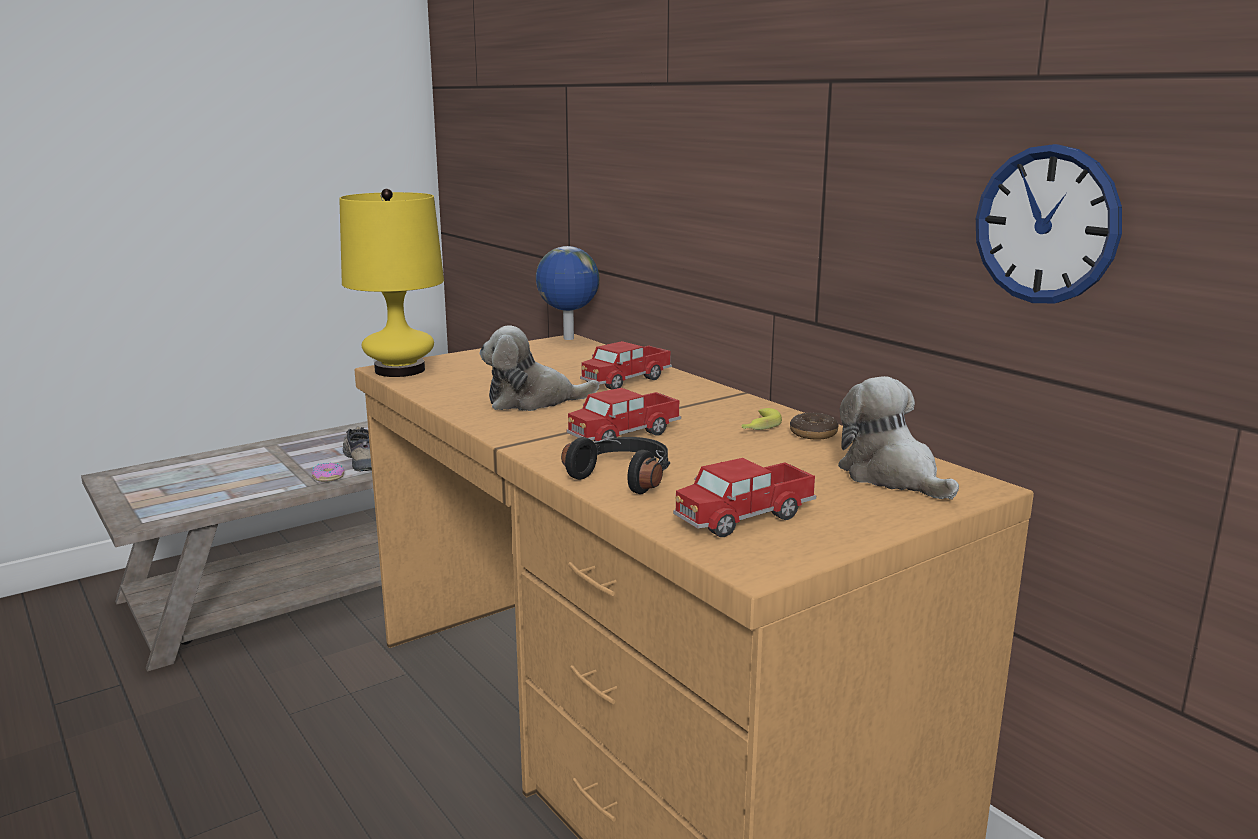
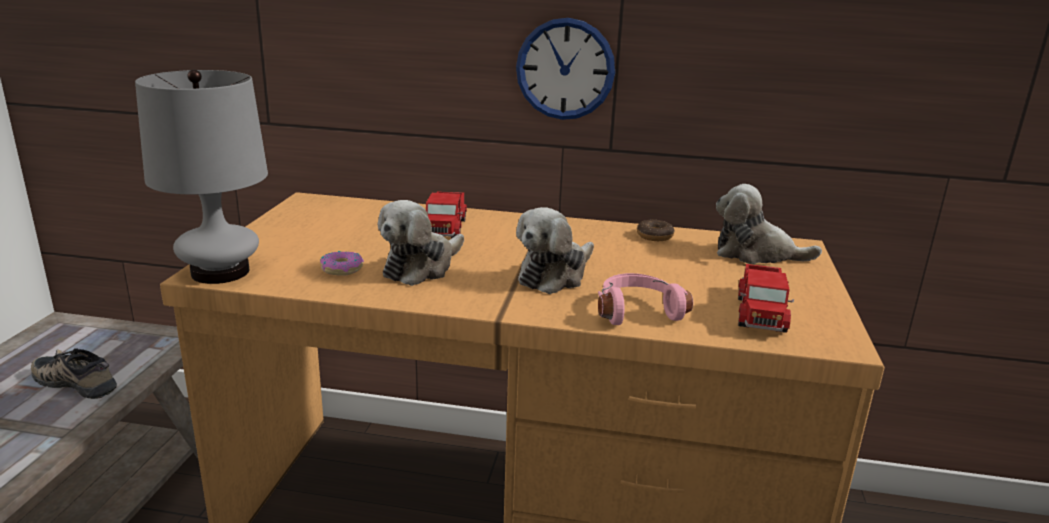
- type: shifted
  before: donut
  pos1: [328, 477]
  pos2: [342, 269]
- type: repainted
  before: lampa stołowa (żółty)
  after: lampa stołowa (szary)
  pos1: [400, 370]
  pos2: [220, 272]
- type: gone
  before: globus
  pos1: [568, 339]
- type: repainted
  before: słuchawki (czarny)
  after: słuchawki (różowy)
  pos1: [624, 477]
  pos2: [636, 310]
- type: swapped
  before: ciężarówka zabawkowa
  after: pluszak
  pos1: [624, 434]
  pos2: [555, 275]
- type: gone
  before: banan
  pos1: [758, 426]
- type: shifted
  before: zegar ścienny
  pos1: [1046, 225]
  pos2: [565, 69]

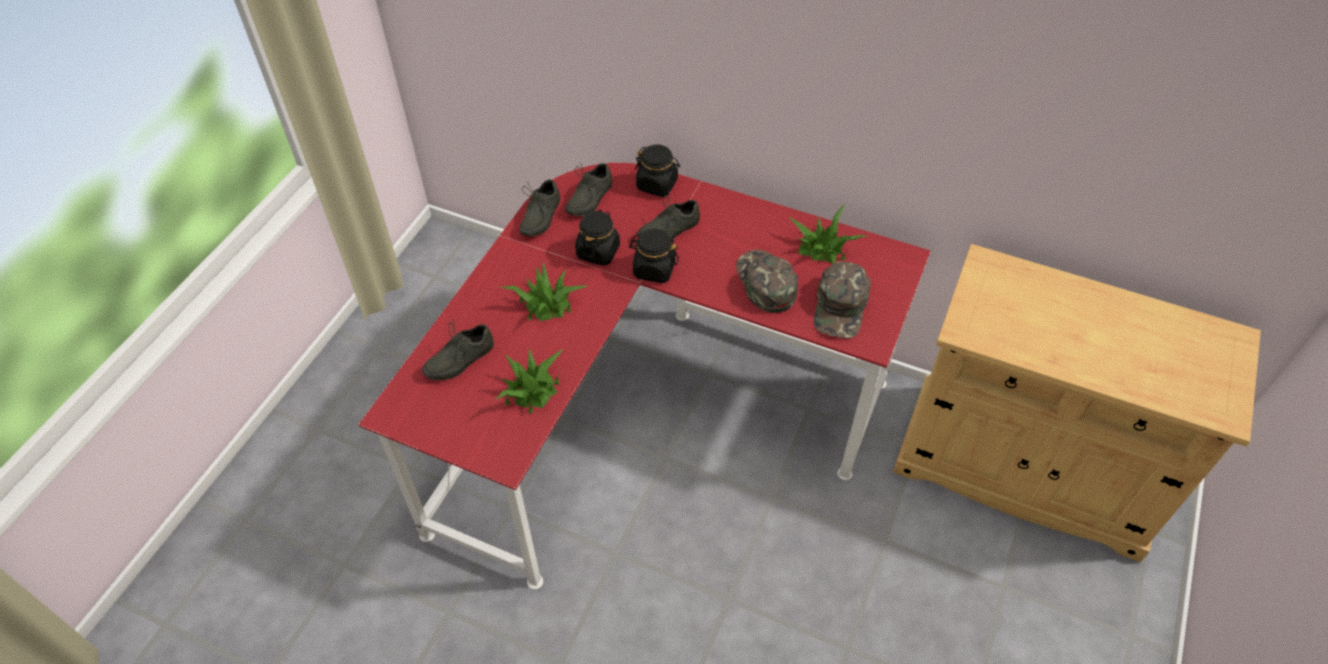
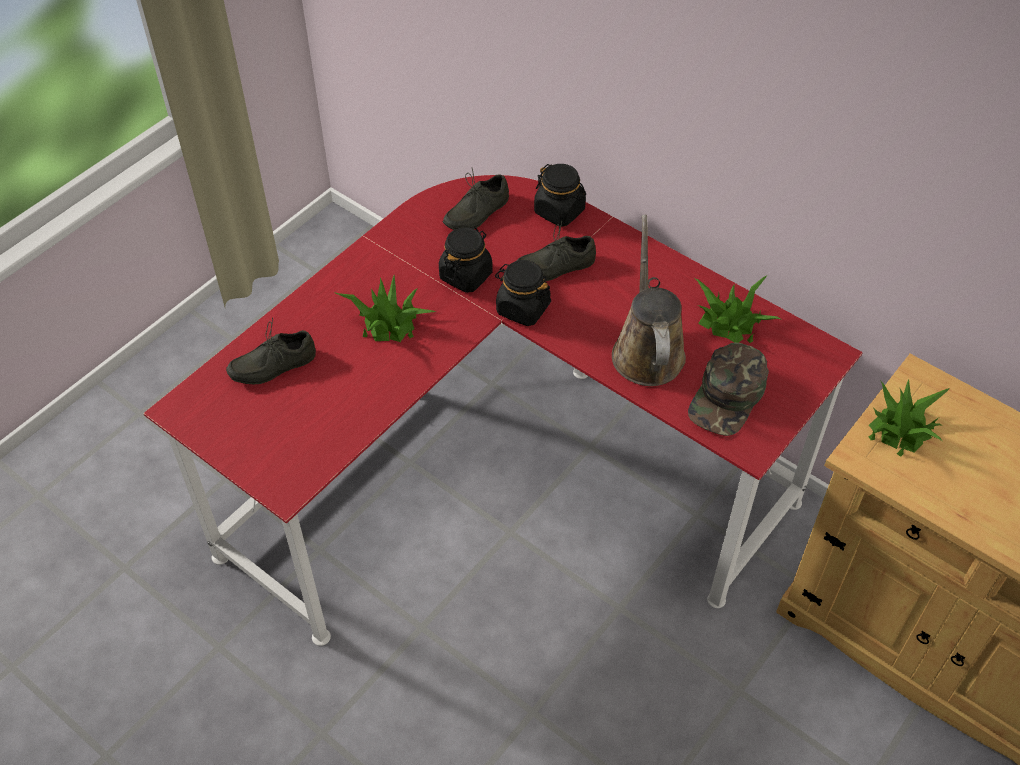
- type: shifted
  before: roślina doniczkowa
  pos1: [531, 390]
  pos2: [900, 429]
- type: gone
  before: but (szary)
  pos1: [538, 216]
- type: swapped
  before: czapka z daszkiem (zielony)
  after: konewka (brązowy)
  pos1: [765, 283]
  pos2: [647, 350]

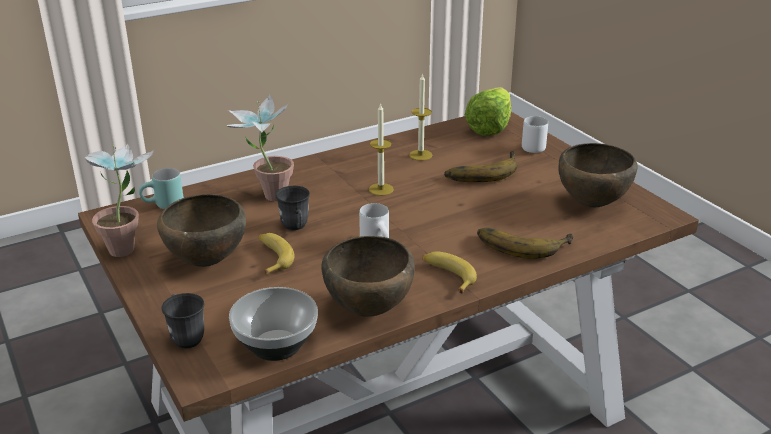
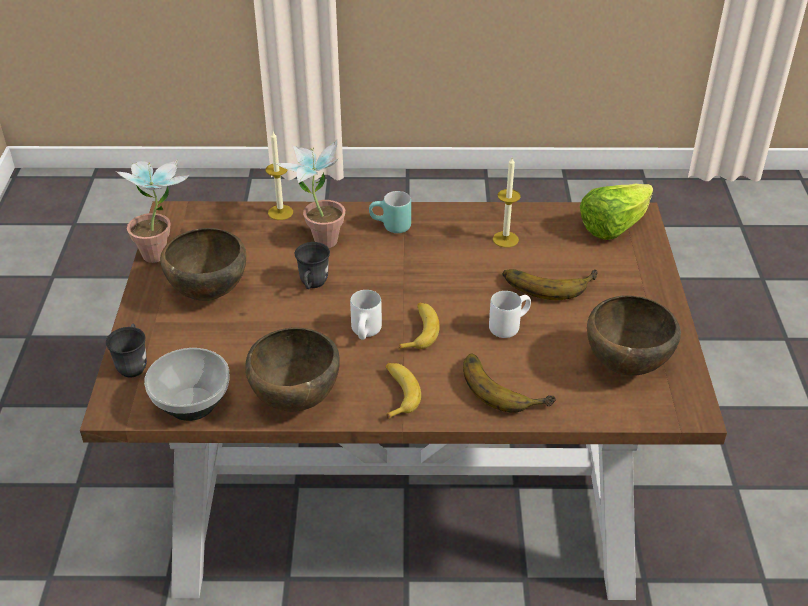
- type: shifted
  before: kubek (turkusowy)
  pos1: [164, 206]
  pos2: [390, 227]
- type: shifted
  before: banan
  pos1: [272, 257]
  pos2: [419, 331]
- type: shifted
  before: świeca
  pos1: [381, 189]
  pos2: [280, 212]
- type: shifted
  before: kubek (biały)
  pos1: [533, 146]
  pos2: [508, 325]

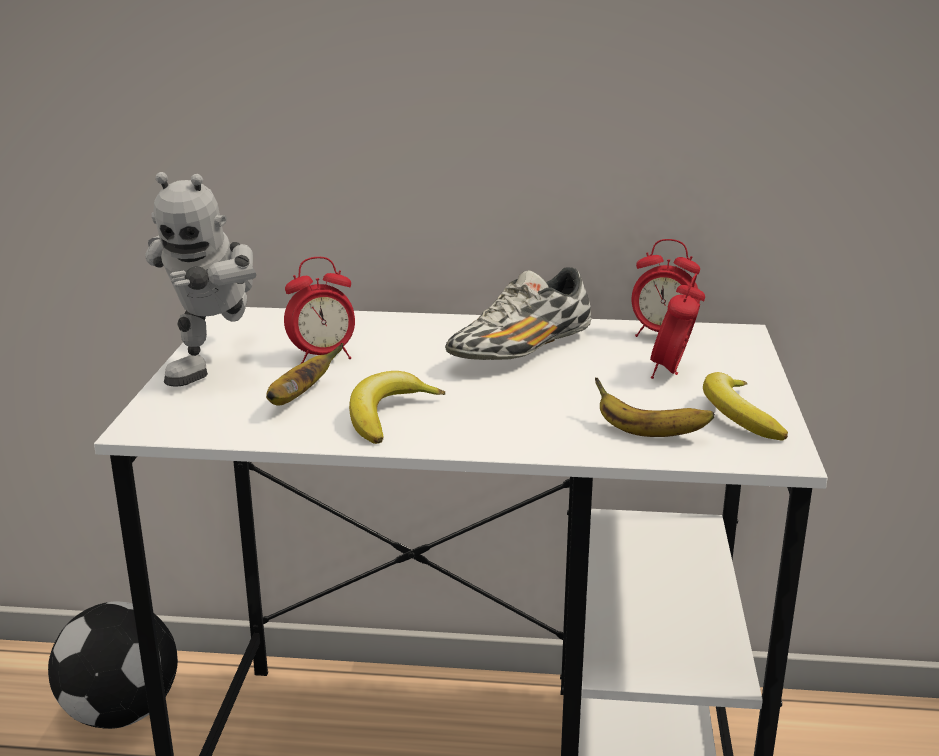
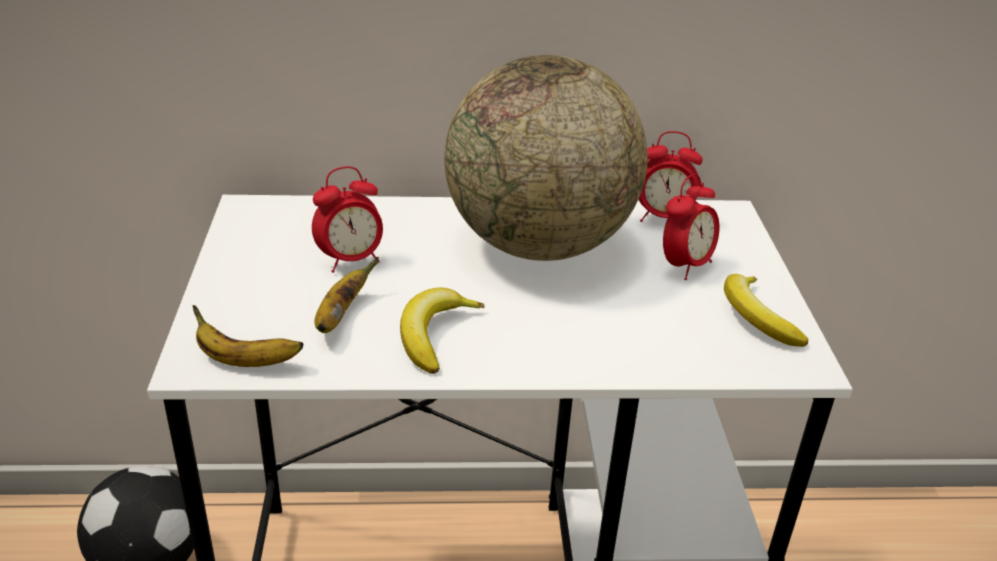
- type: gone
  before: robot zabawkowy
  pos1: [218, 368]
- type: swapped
  before: but
  after: globus
  pos1: [521, 351]
  pos2: [539, 244]
- type: shifted
  before: banan
  pos1: [648, 433]
  pos2: [244, 361]
- type: rotated
  before: budzik
  pos1: [673, 373]
  pos2: [685, 266]
  turn: -150

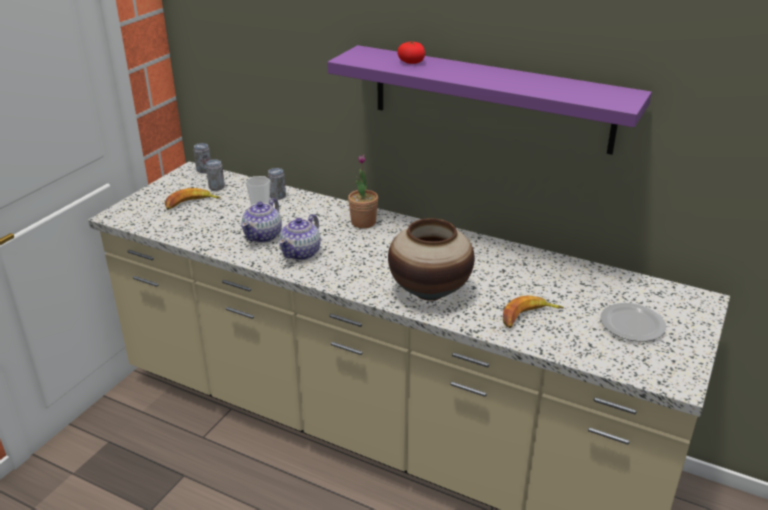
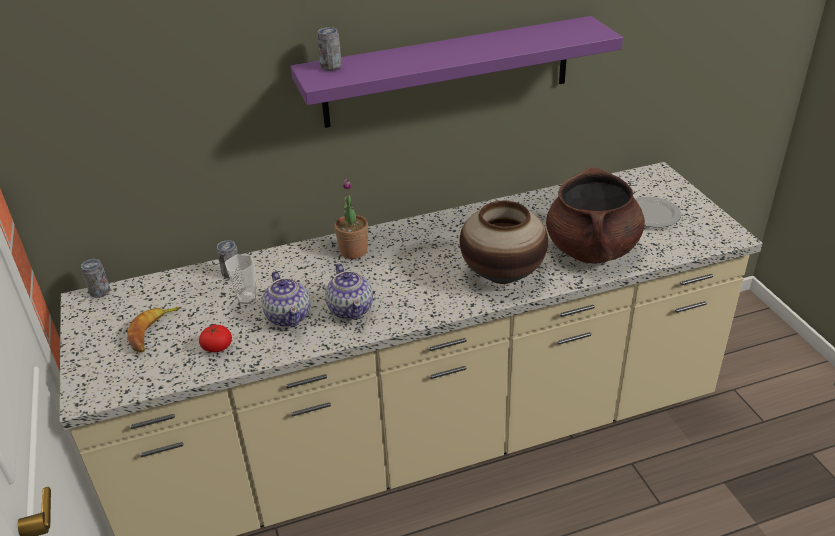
- type: shifted
  before: puszka
  pos1: [216, 187]
  pos2: [331, 67]
- type: shifted
  before: pomidor
  pos1: [411, 62]
  pos2: [217, 347]
- type: swapped
  before: banan
  after: garnek (brązowy)
  pos1: [528, 317]
  pos2: [591, 249]

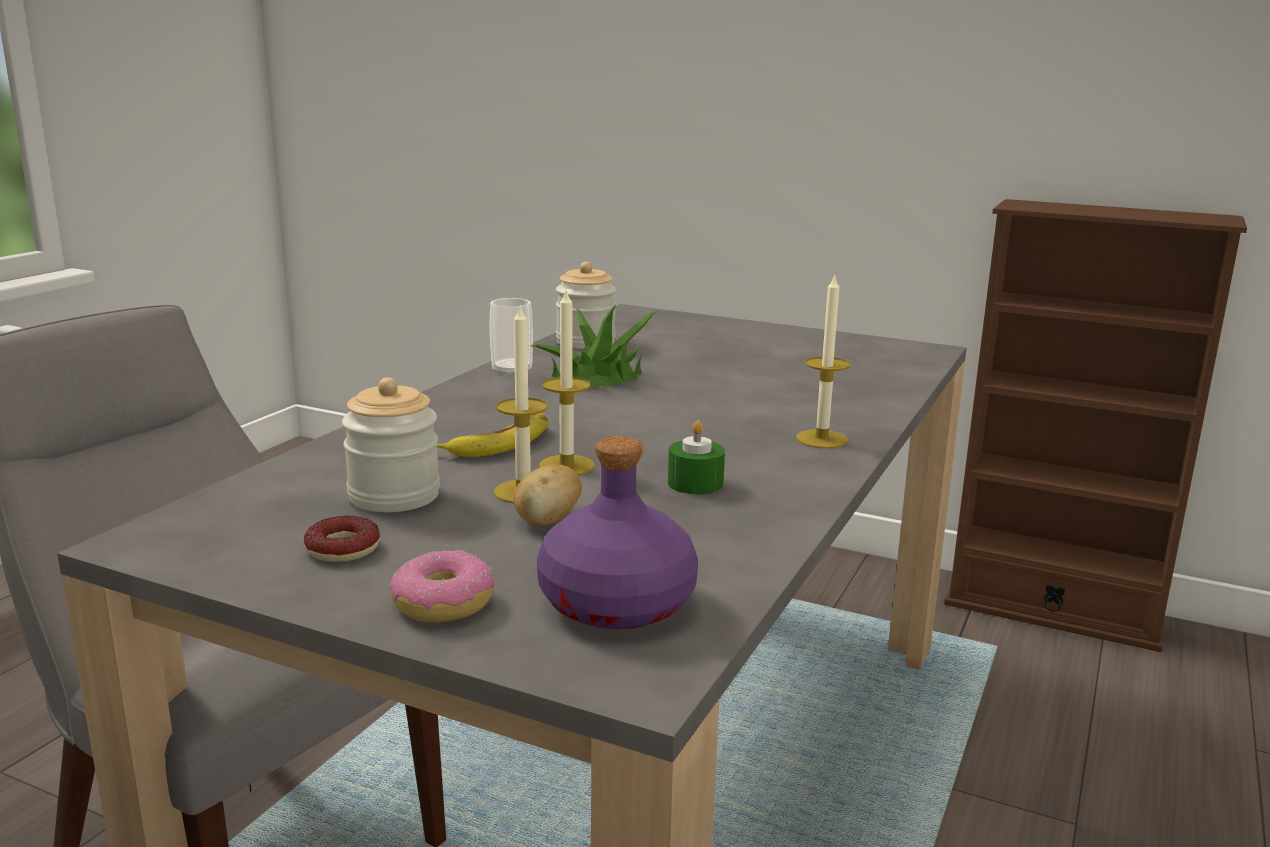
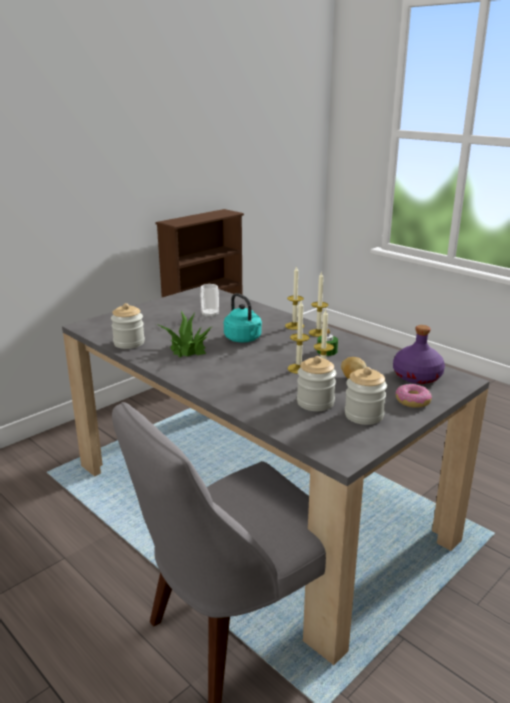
- type: swapped
  before: donut
  after: słoik
  pos1: [343, 548]
  pos2: [364, 415]
- type: gone
  before: banan
  pos1: [500, 442]
- type: shifted
  before: filiżanka
  pos1: [512, 372]
  pos2: [210, 315]
- type: new
  after: czajnik (turkusowy)
  pos2: [244, 339]
- type: new
  after: świeca
  pos2: [318, 333]

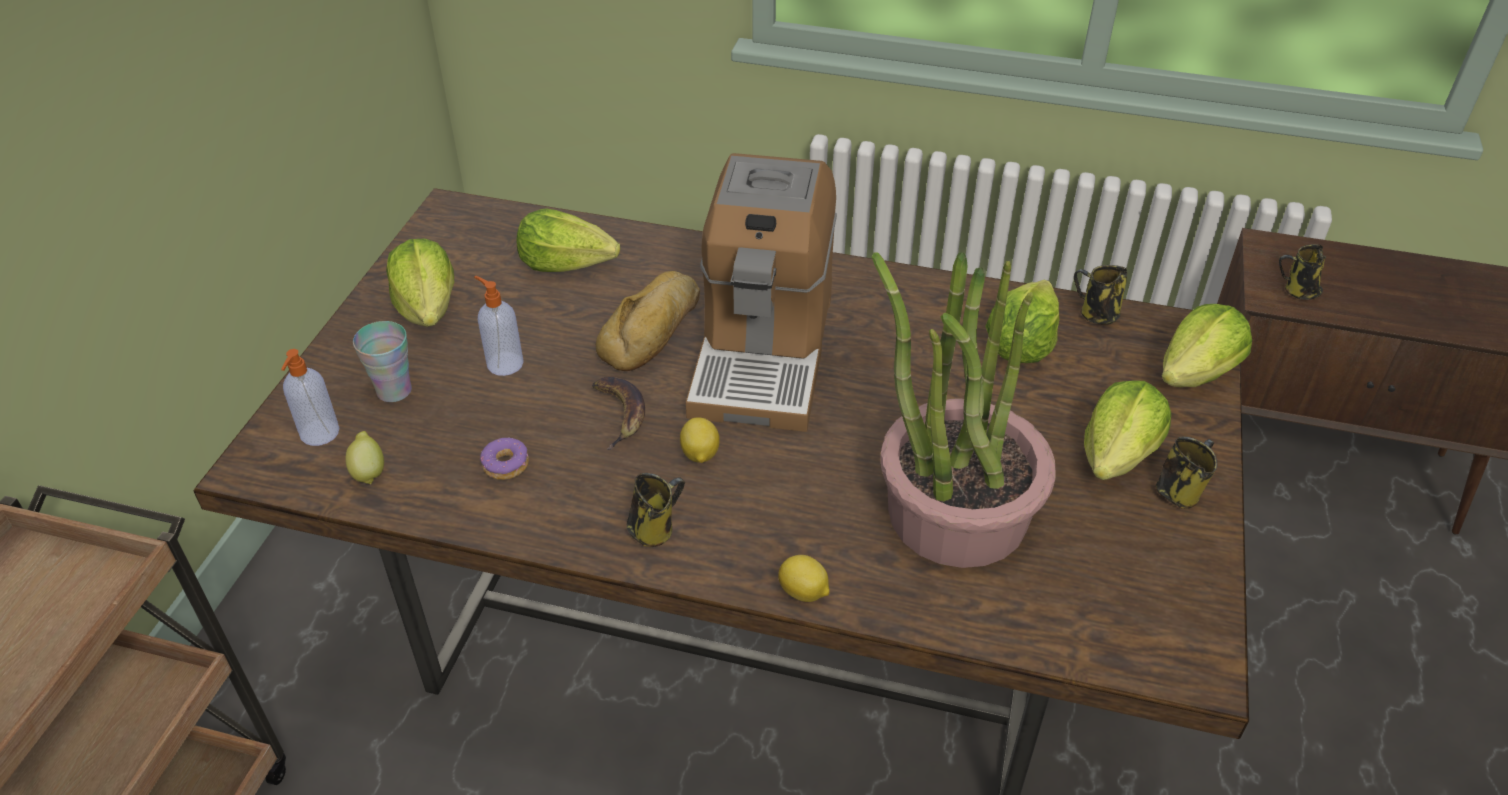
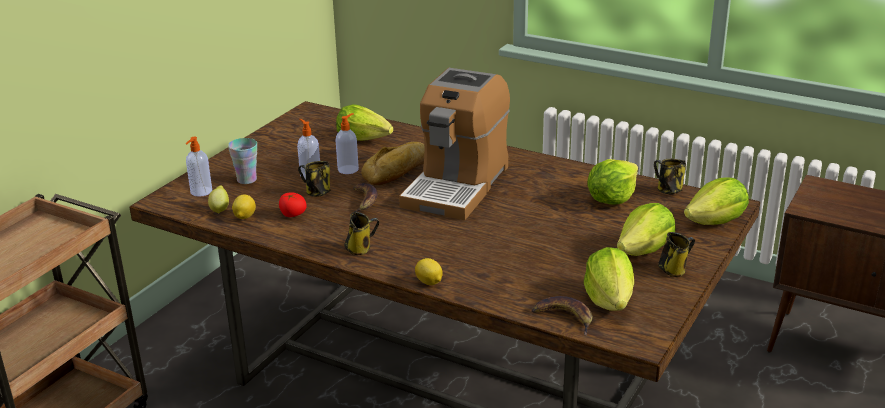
- type: shifted
  before: sałata
  pos1: [428, 308]
  pos2: [609, 300]
- type: swapped
  before: donut
  after: pomidor
  pos1: [506, 465]
  pos2: [292, 215]
- type: shifted
  before: cytryna
  pos1: [699, 454]
  pos2: [244, 217]
- type: gone
  before: roślina doniczkowa
  pos1: [955, 512]
- type: shifted
  before: kubek
  pos1: [1298, 291]
  pos2: [317, 193]
- type: new
  after: dozownik mydła
  pos2: [348, 169]
- type: new
  after: banan
  pos2: [565, 318]

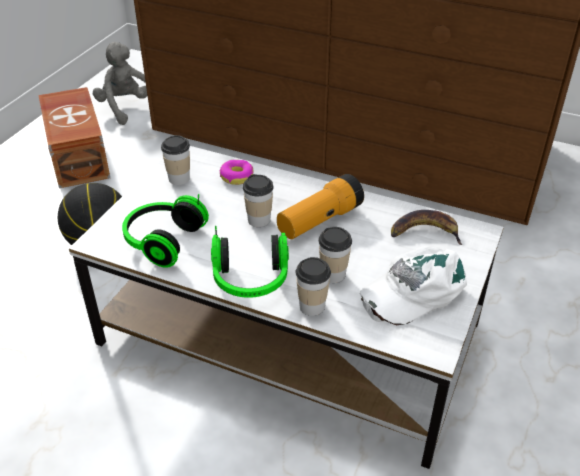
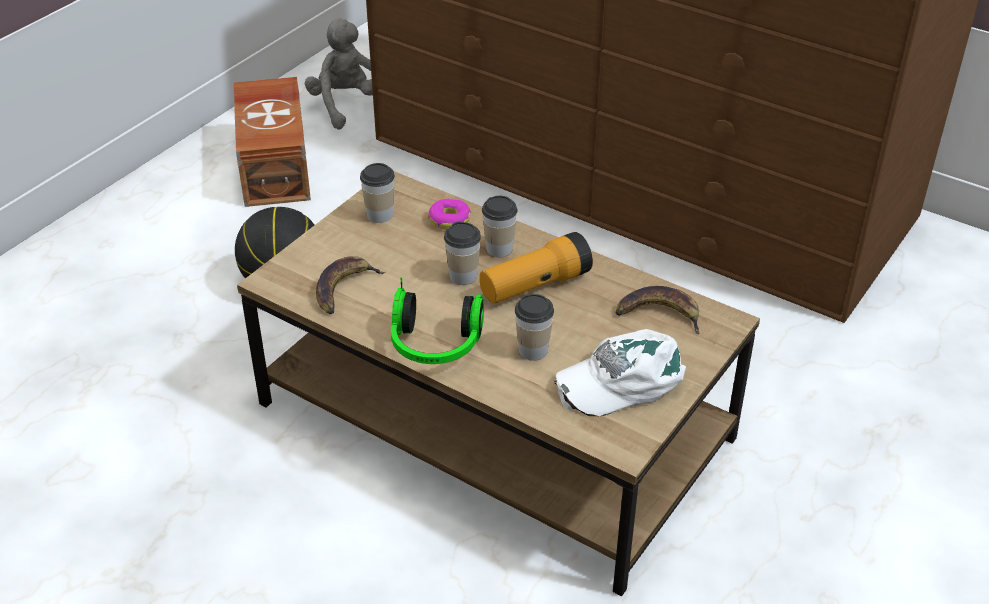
- type: repainted
  before: ława (biały)
  after: ława (brązowy)
  pos1: [293, 333]
  pos2: [498, 421]
- type: swapped
  before: słuchawki
  after: banan
  pos1: [162, 241]
  pos2: [344, 288]
- type: shifted
  before: filiżanka
  pos1: [312, 306]
  pos2: [499, 249]

